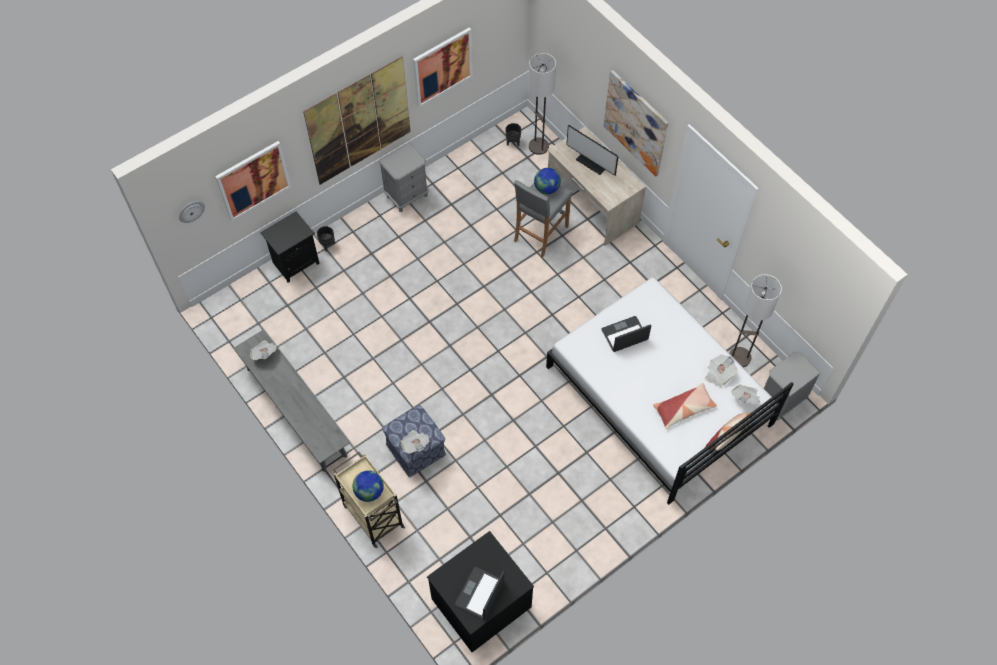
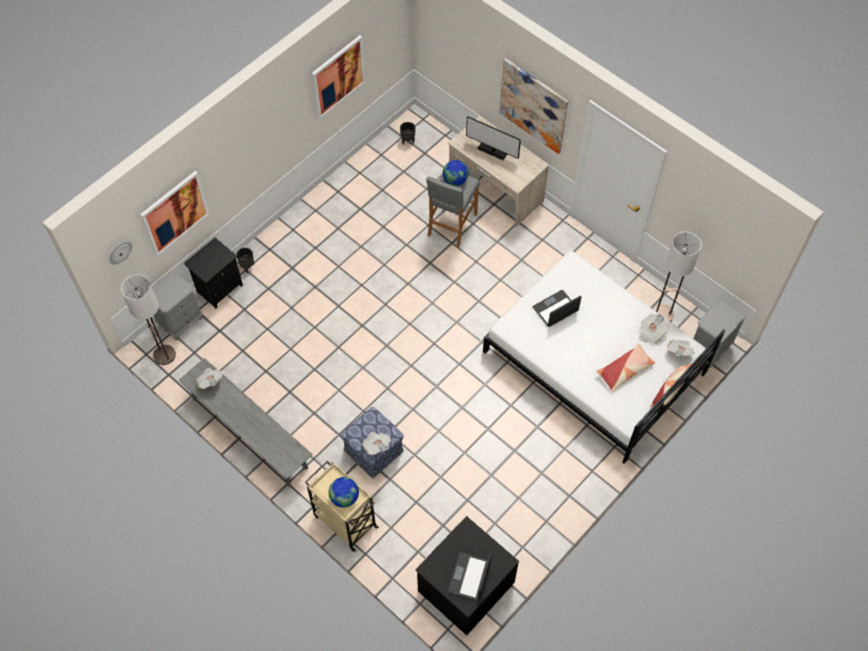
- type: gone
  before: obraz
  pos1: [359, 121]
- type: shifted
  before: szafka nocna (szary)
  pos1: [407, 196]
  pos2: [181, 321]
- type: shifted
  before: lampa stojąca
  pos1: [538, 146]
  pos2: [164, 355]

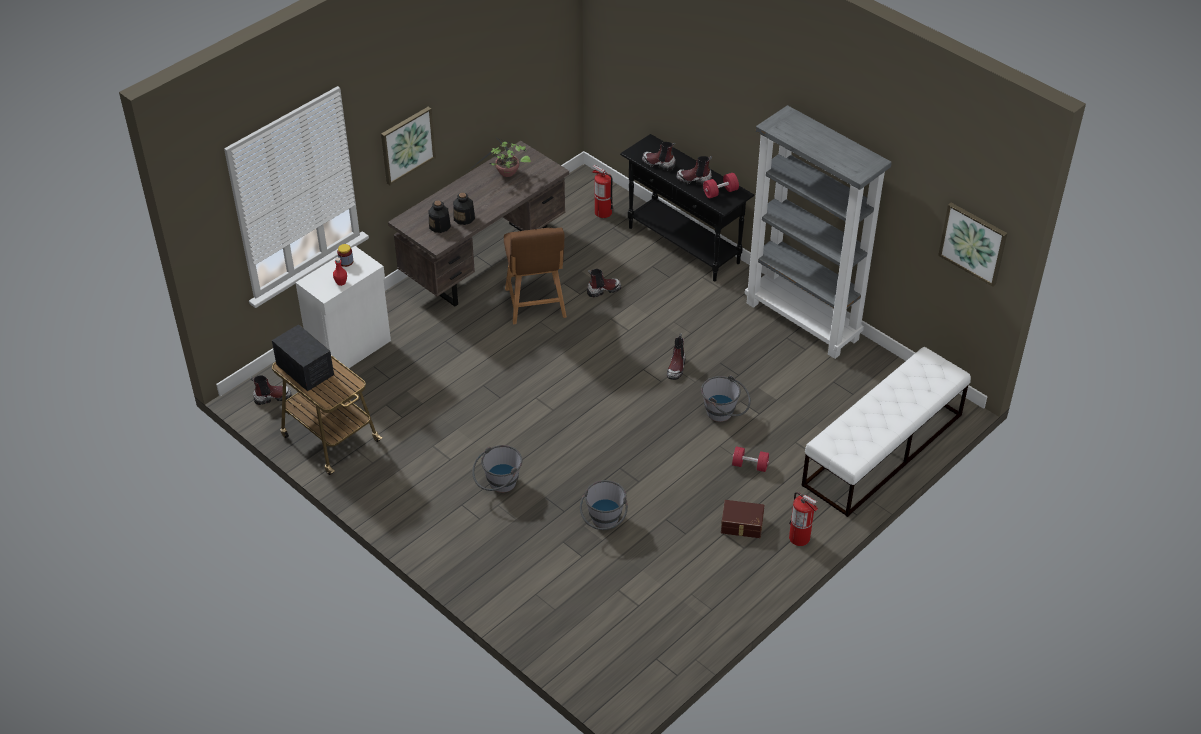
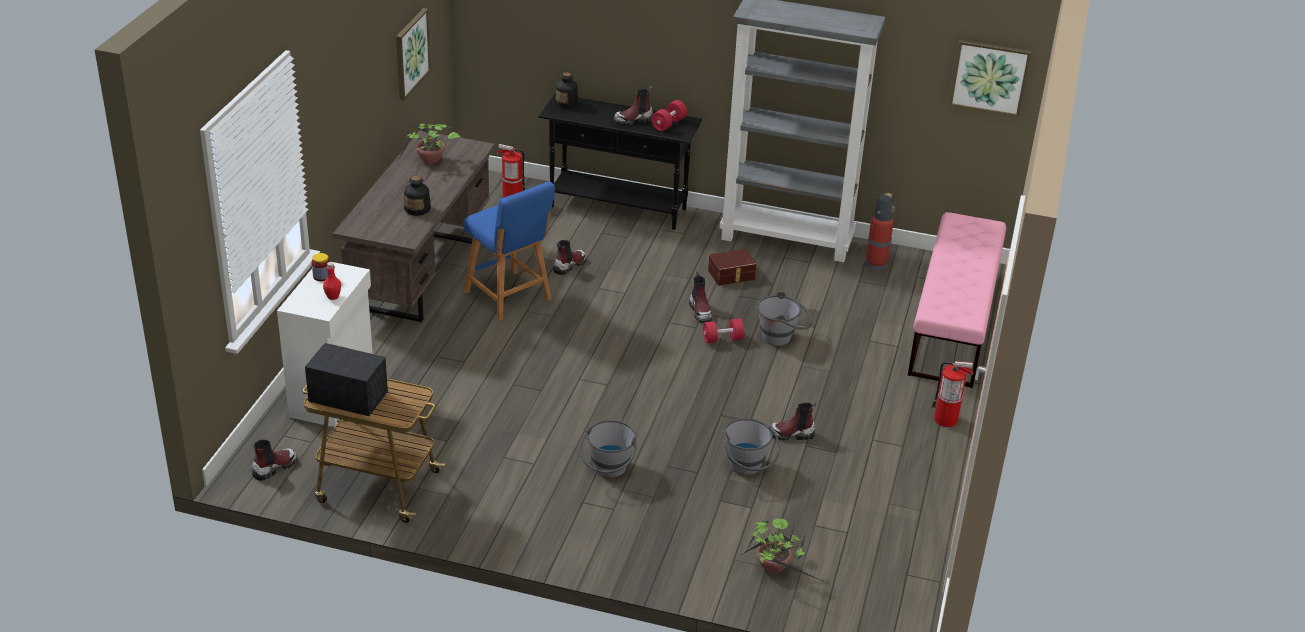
- type: shifted
  before: obraz
  pos1: [407, 145]
  pos2: [411, 53]
- type: shifted
  before: butelka
  pos1: [440, 226]
  pos2: [566, 103]
- type: repainted
  before: stołek (brązowy)
  after: stołek (niebieski)
  pos1: [536, 305]
  pos2: [510, 297]
- type: shifted
  before: but z cholewką
  pos1: [658, 164]
  pos2: [791, 434]
- type: shifted
  before: pojemnik do przechowywania (brązowy)
  pos1: [742, 525]
  pos2: [732, 275]
- type: shifted
  before: hantel (czerwony)
  pos1: [750, 465]
  pos2: [722, 339]
- type: repainted
  before: ławka (biały)
  after: ławka (różowy)
  pos1: [882, 450]
  pos2: [953, 323]
- type: new
  after: roślina doniczkowa
  pos2: [774, 568]
- type: new
  after: gaśnica
  pos2: [877, 263]

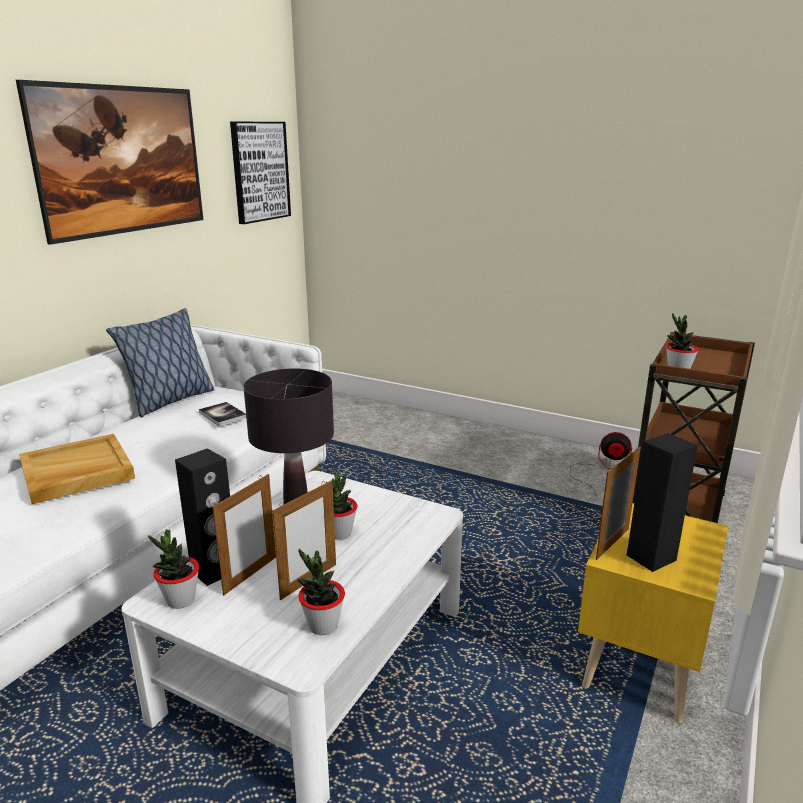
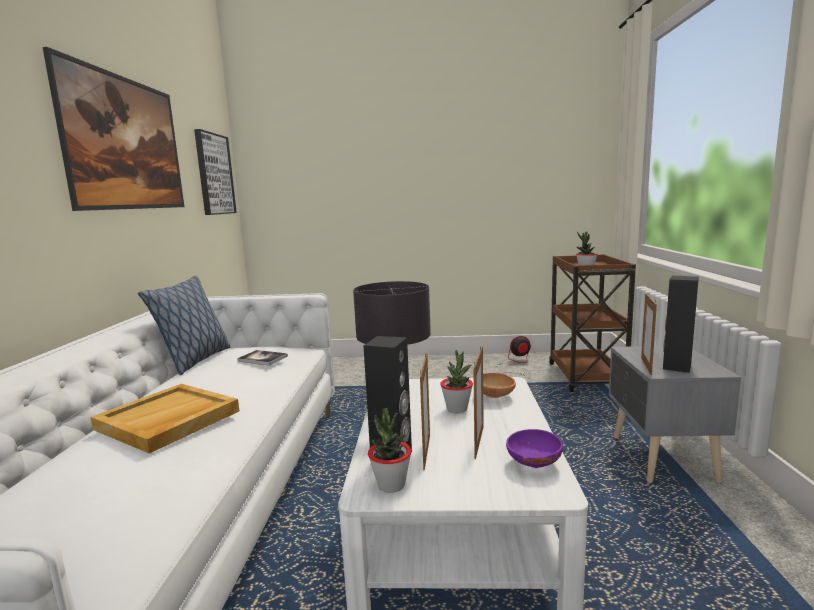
- type: swapped
  before: roślina doniczkowa
  after: miska (fioletowy)
  pos1: [323, 625]
  pos2: [532, 464]
- type: repainted
  before: szafka nocna (żółty)
  after: szafka nocna (szary)
  pos1: [638, 664]
  pos2: [661, 459]
- type: new
  after: miska (brązowy)
  pos2: [495, 396]

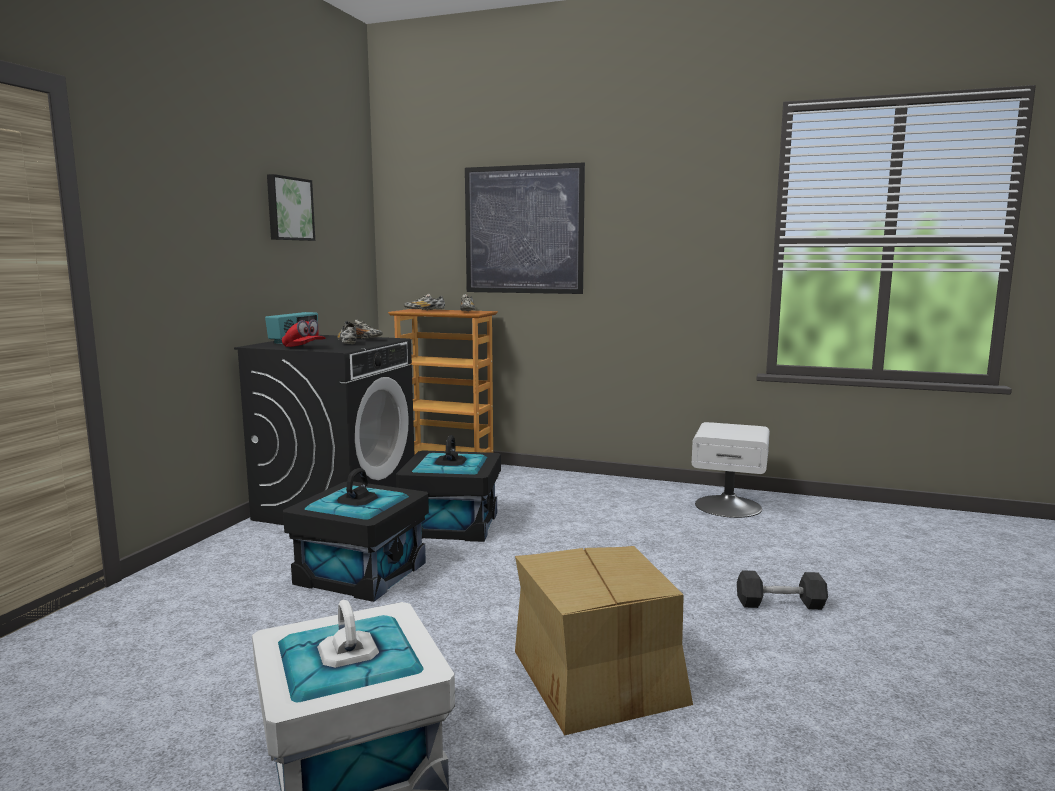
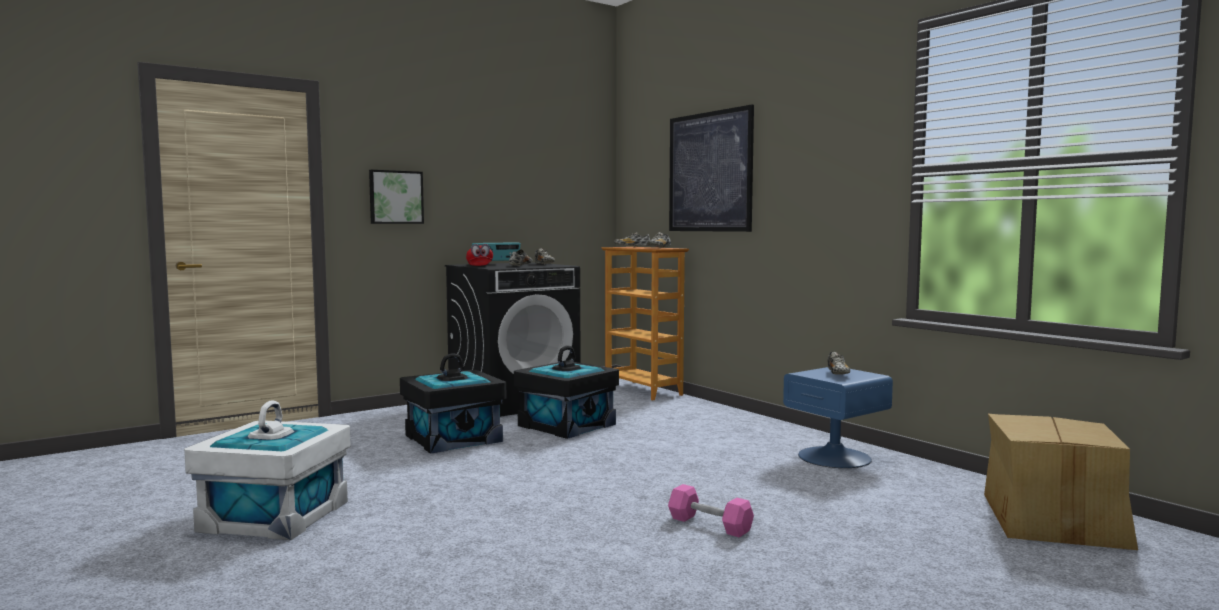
- type: shifted
  before: obraz
  pos1: [288, 209]
  pos2: [395, 197]
- type: shifted
  before: karton
  pos1: [599, 679]
  pos2: [1054, 521]
- type: repainted
  before: szafka nocna (biały)
  after: szafka nocna (niebieski)
  pos1: [728, 506]
  pos2: [835, 457]
- type: repainted
  before: hantel (czarny)
  after: hantel (różowy)
  pos1: [780, 604]
  pos2: [709, 525]
- type: new
  after: but
  pos2: [838, 374]

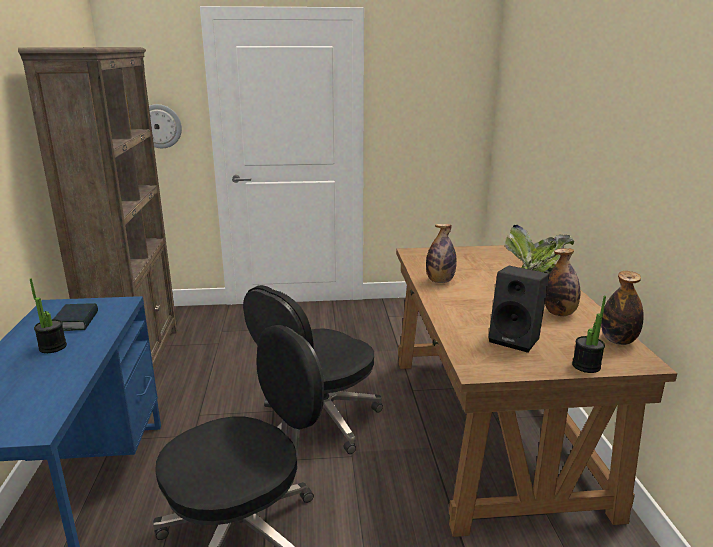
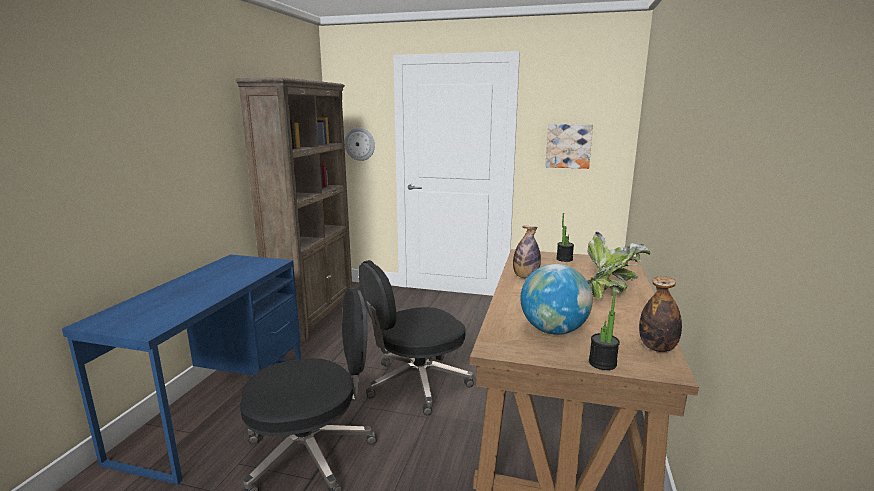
- type: shifted
  before: roślina doniczkowa
  pos1: [53, 347]
  pos2: [564, 259]
- type: gone
  before: książka
  pos1: [76, 321]
- type: swapped
  before: głośnik (czarny)
  after: globus
  pos1: [516, 339]
  pos2: [553, 330]
- type: gone
  before: butelka
  pos1: [559, 313]
- type: new
  after: obraz
  pos2: [568, 146]

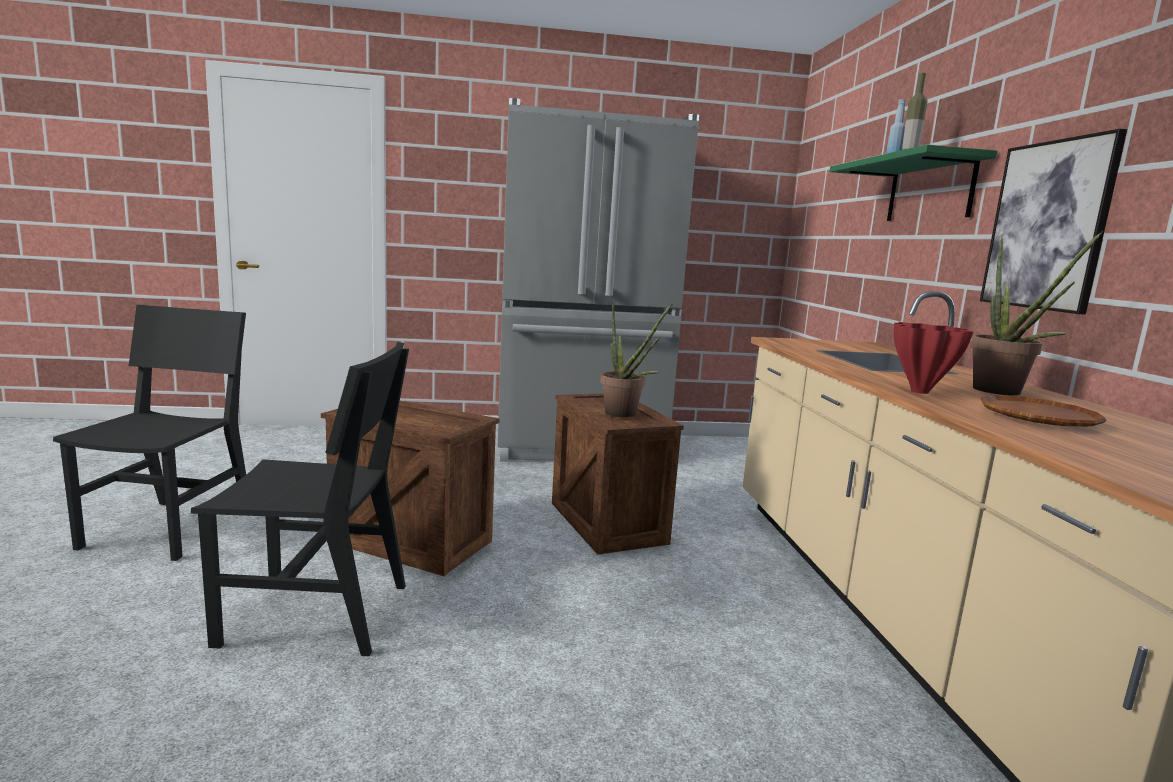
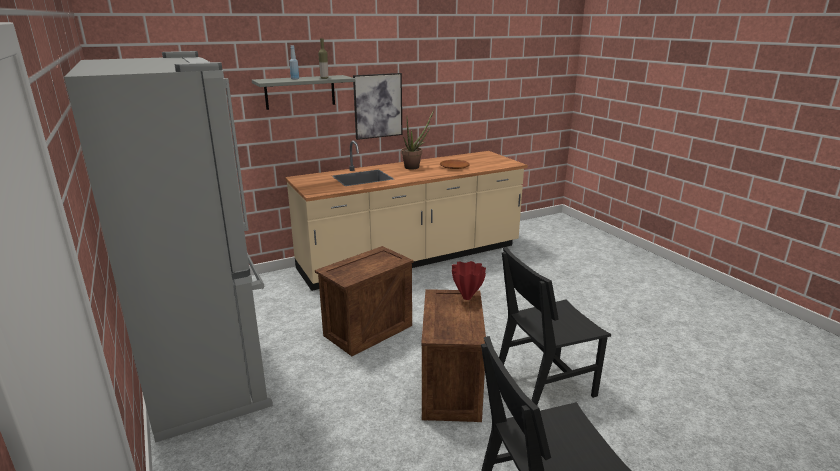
- type: rotated
  before: krzesło (czarny)
  pos1: [316, 614]
  pos2: [544, 385]
  turn: -90
- type: gone
  before: roślina doniczkowa
  pos1: [625, 415]
- type: repainted
  before: półka (zielony)
  after: półka (szary)
  pos1: [930, 190]
  pos2: [300, 92]
- type: shifted
  before: wazon (czerwony)
  pos1: [921, 392]
  pos2: [467, 297]

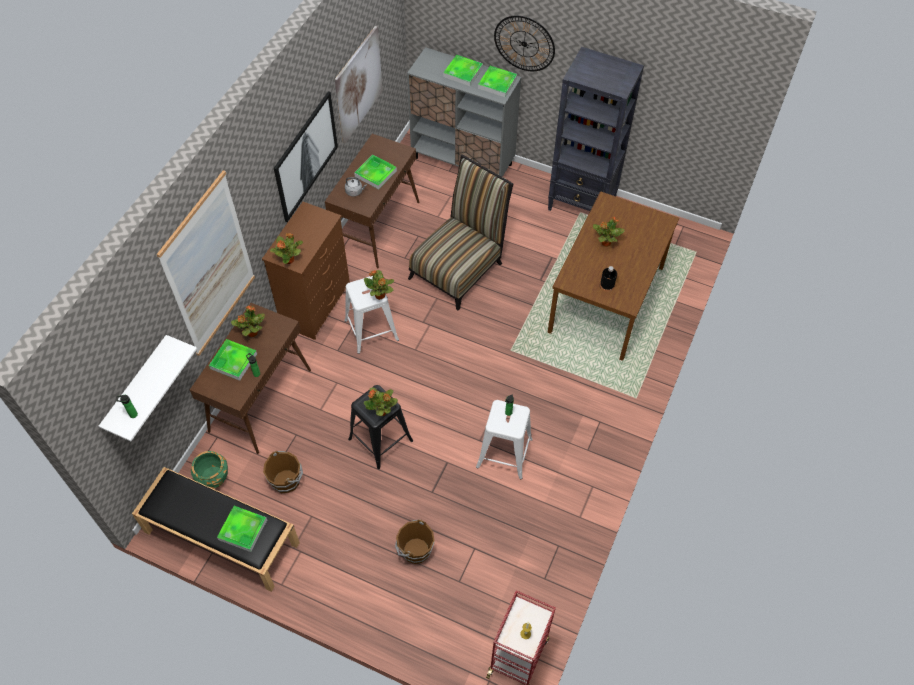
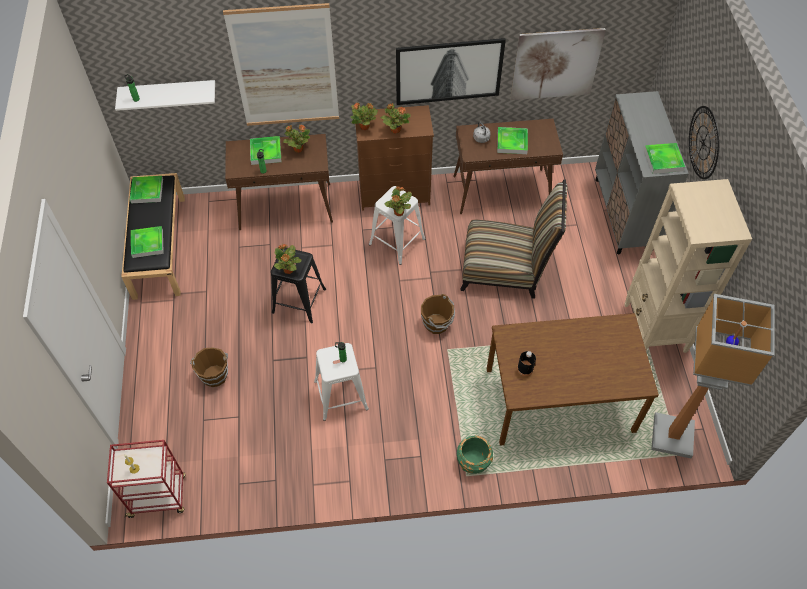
- type: shifted
  before: donica (zielony)
  pos1: [213, 478]
  pos2: [473, 462]
- type: shifted
  before: wiadro (brązowy)
  pos1: [286, 480]
  pos2: [437, 324]
- type: shifted
  before: taca
  pos1: [463, 72]
  pos2: [147, 191]
- type: repainted
  before: regał (czarny)
  after: regał (beżowy)
  pos1: [582, 204]
  pos2: [655, 329]
- type: shifted
  before: roślina doniczkowa
  pos1: [605, 243]
  pos2: [395, 130]
- type: new
  after: lampa stojąca
  pos2: [671, 435]

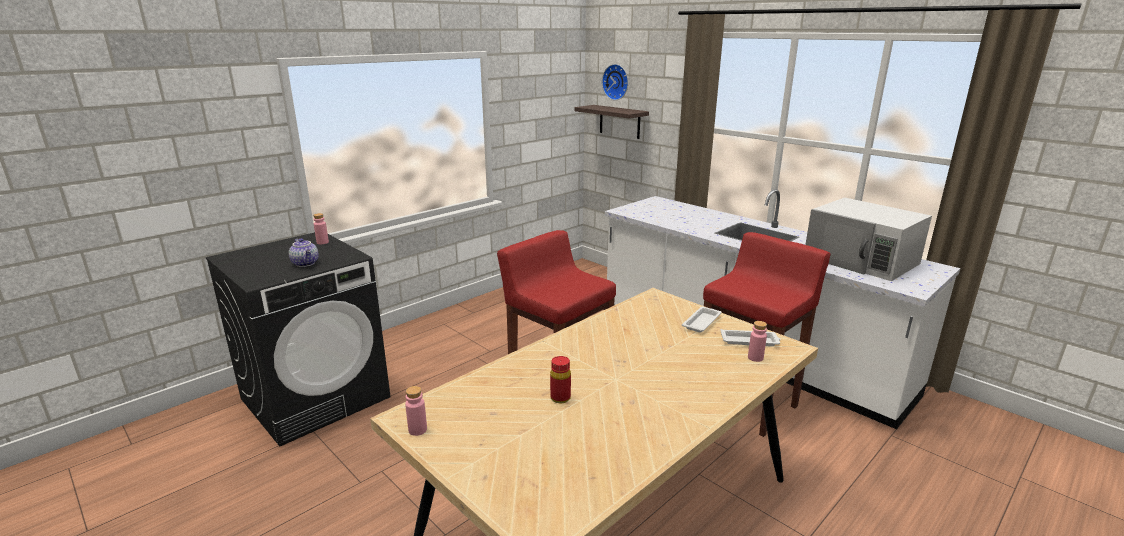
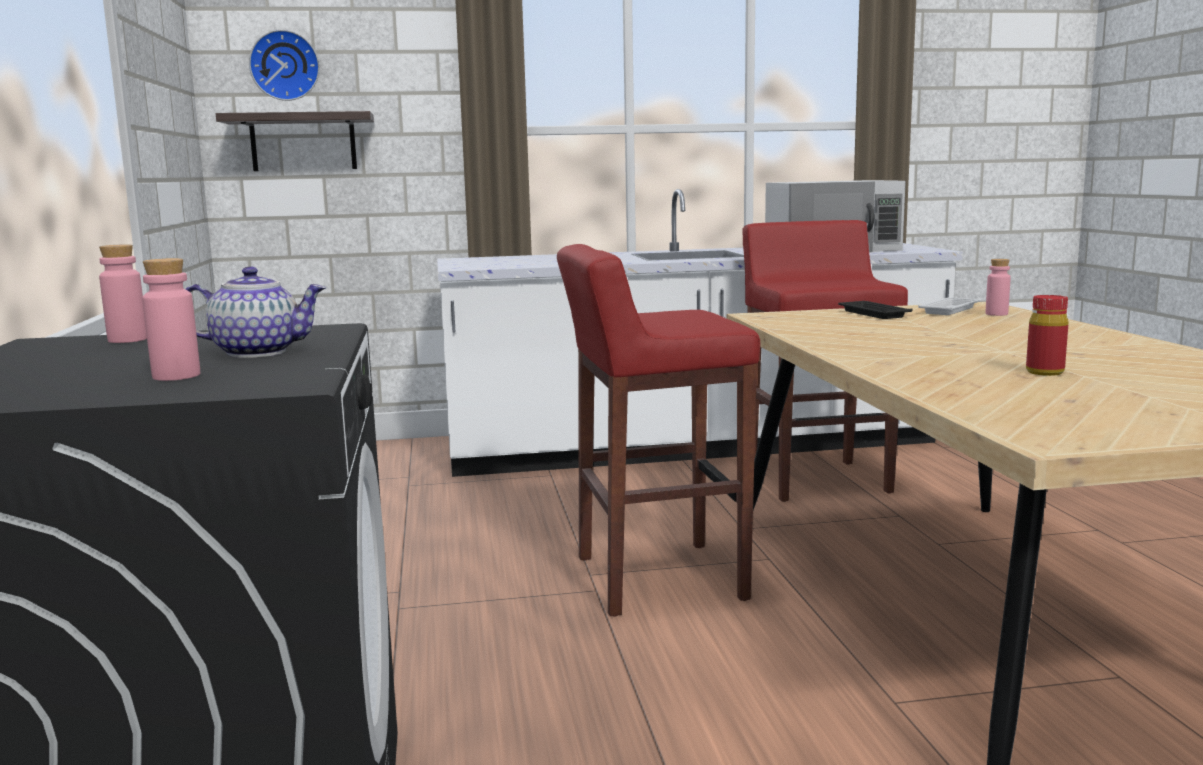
- type: shifted
  before: butelka (różowy)
  pos1: [417, 430]
  pos2: [176, 376]
- type: repainted
  before: taca (biały)
  after: taca (czarny)
  pos1: [702, 322]
  pos2: [872, 314]

